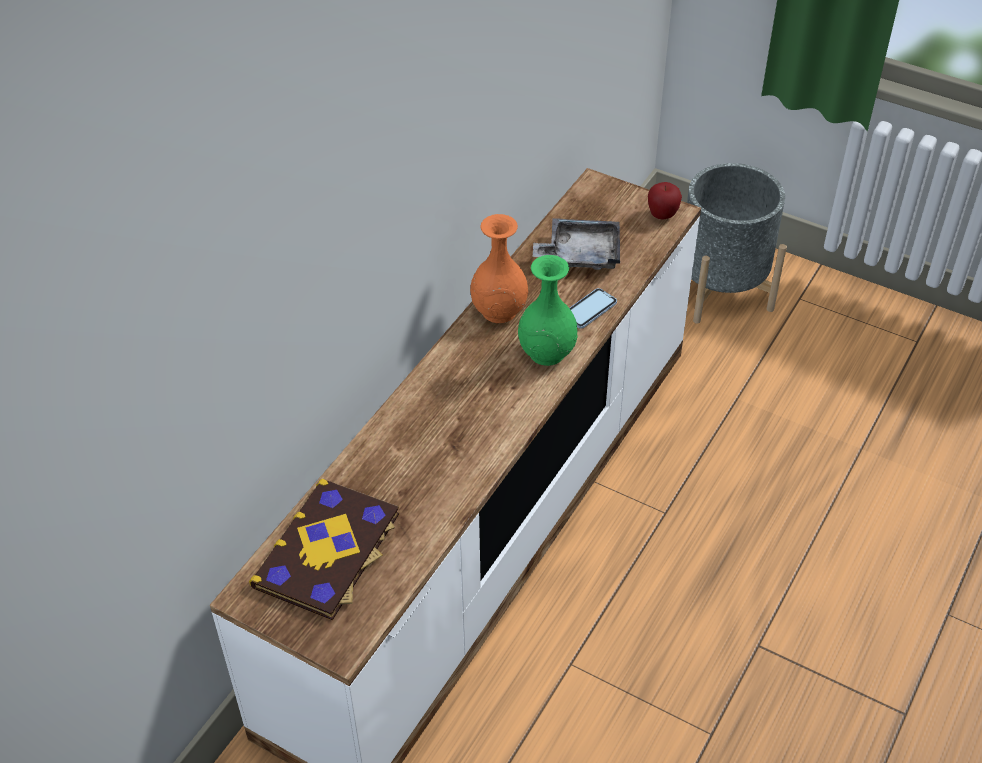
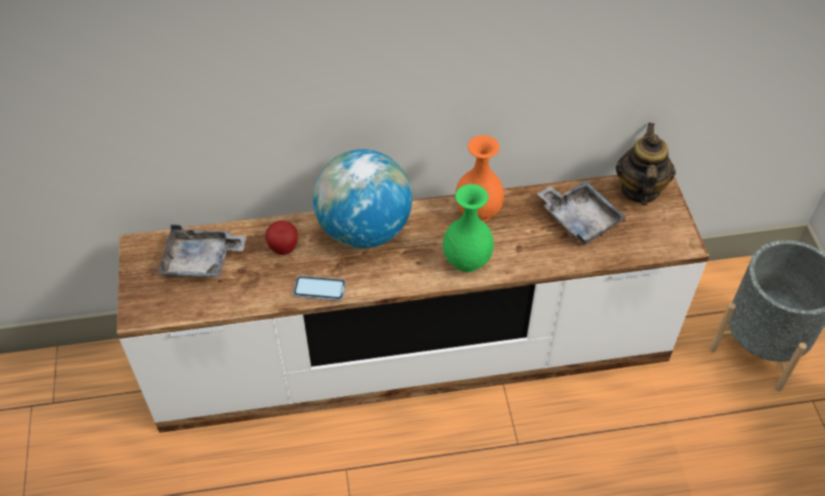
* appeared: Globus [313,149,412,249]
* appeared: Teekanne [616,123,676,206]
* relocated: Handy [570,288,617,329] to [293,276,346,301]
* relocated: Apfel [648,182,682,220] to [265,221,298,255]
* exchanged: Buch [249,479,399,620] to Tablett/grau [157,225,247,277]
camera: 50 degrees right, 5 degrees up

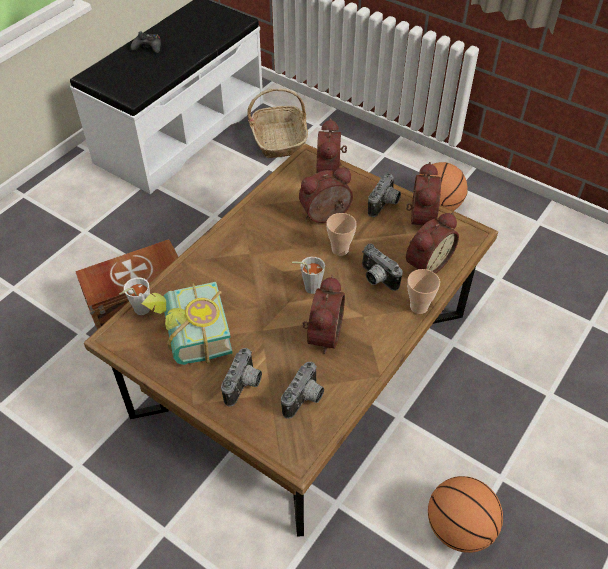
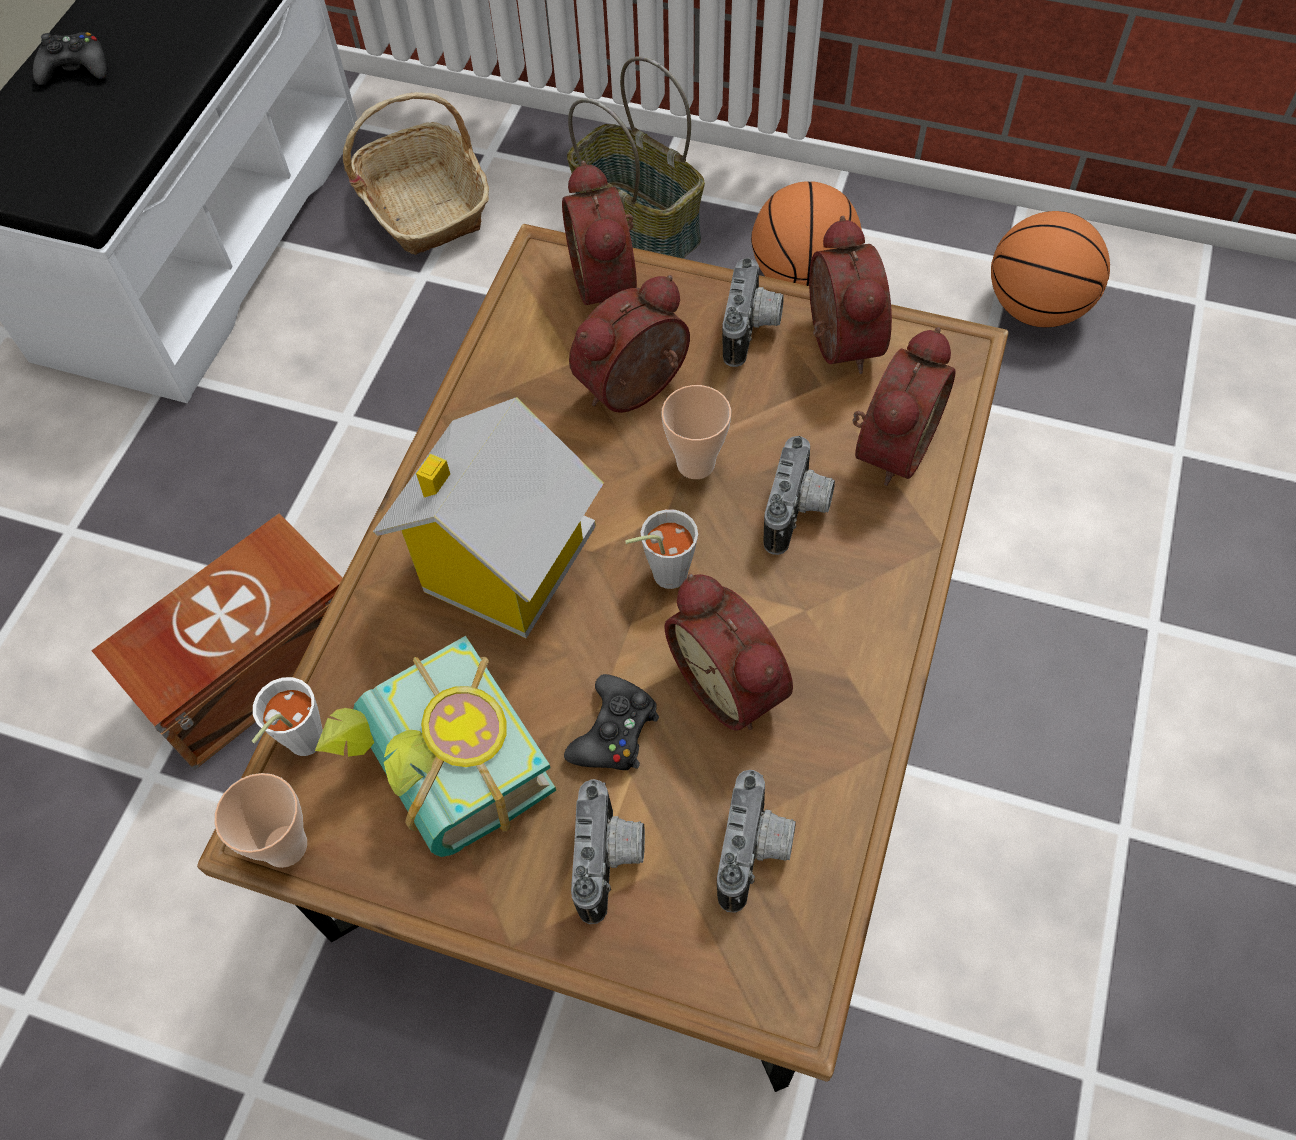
* appeared: Spielzeughaus [373,397,604,638]
* appeared: Gamepad/schwarz [564,674,659,770]
* appeared: Korb [567,57,705,259]
* relocated: Tasse [407,269,440,314] to [214,773,307,868]
* relocated: Basketball [428,476,503,553] to [991,211,1110,327]
* spun: Wecker [302,276,345,354] = [664,574,793,731] 150 degrees clockwise
* spun: Kamera [362,243,403,291] = [763,436,835,555] 105 degrees counterclockwise
camera: 15 degrees left, 10 degrees up

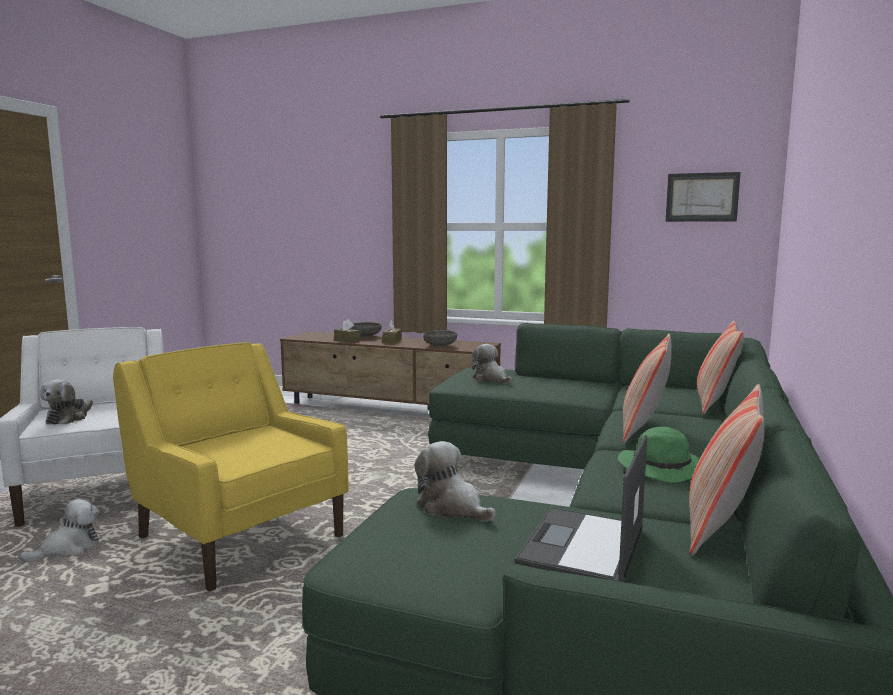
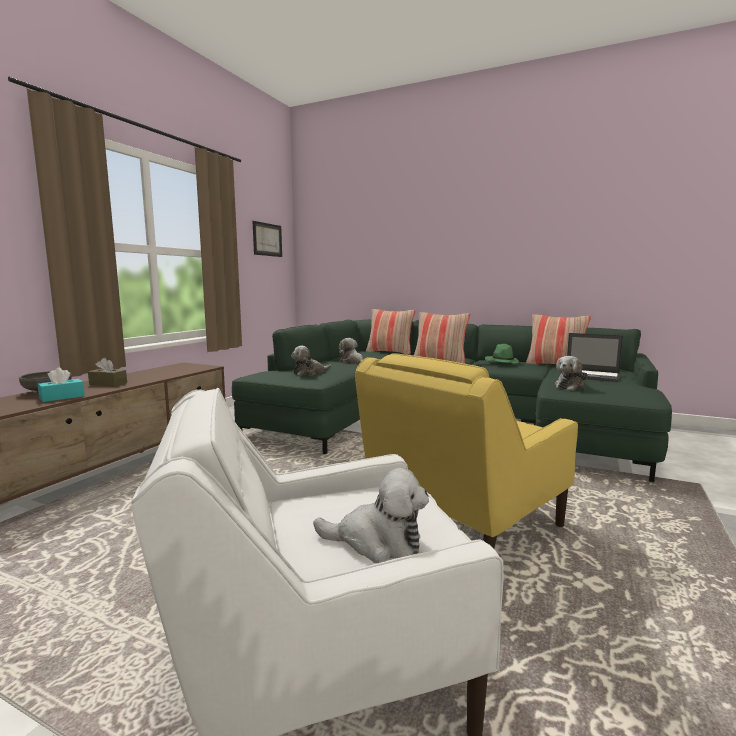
* missing: Schüssel/grau [423,330,457,348]
* relocated: Plüschtier [20,499,99,562] to [339,338,363,364]
* colour: Taschentuchbox/braun [334,319,360,343] to Taschentuchbox/türkis [38,367,85,402]
camera: 85 degrees left, 0 degrees up

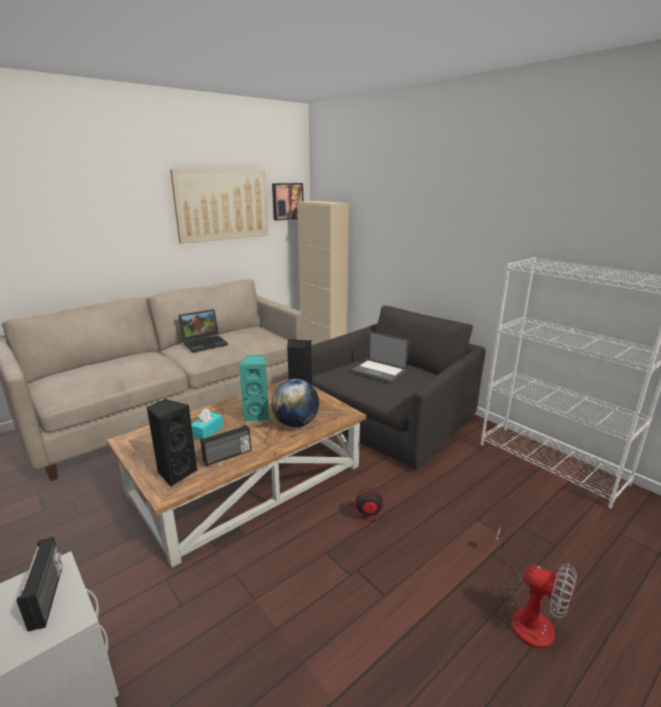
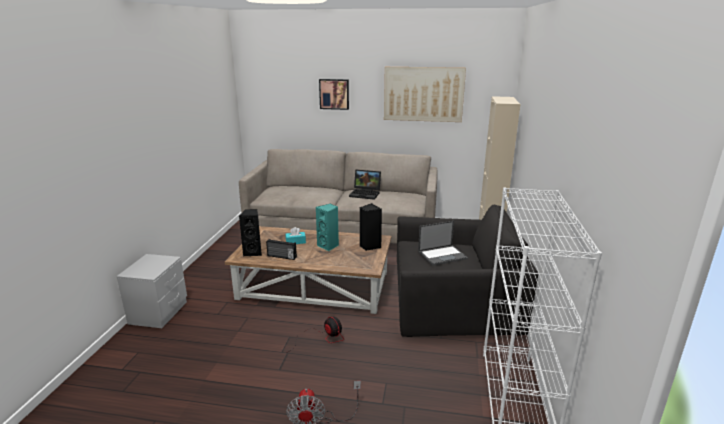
* missing: Radio [17,537,63,631]
* missing: Globus [271,379,319,427]
* relocated: Bild [272,183,303,220] to [319,79,349,110]
* spun: Laptop [351,331,409,383] = [418,221,468,266] 105 degrees counterclockwise
camera: 50 degrees right, 0 degrees up

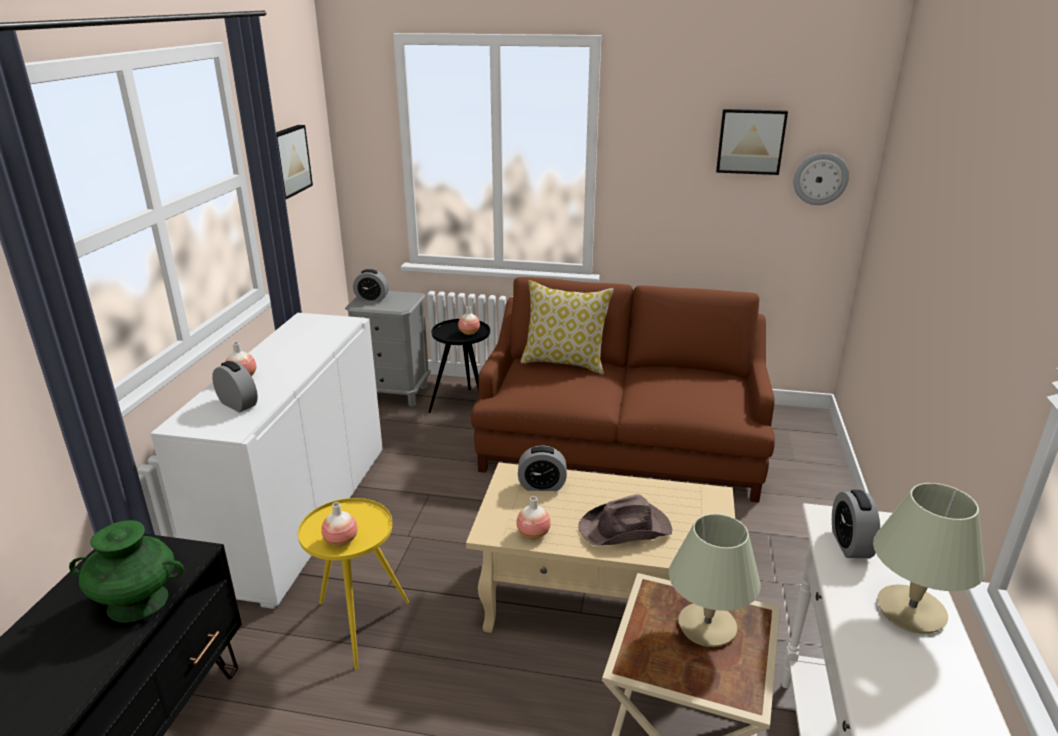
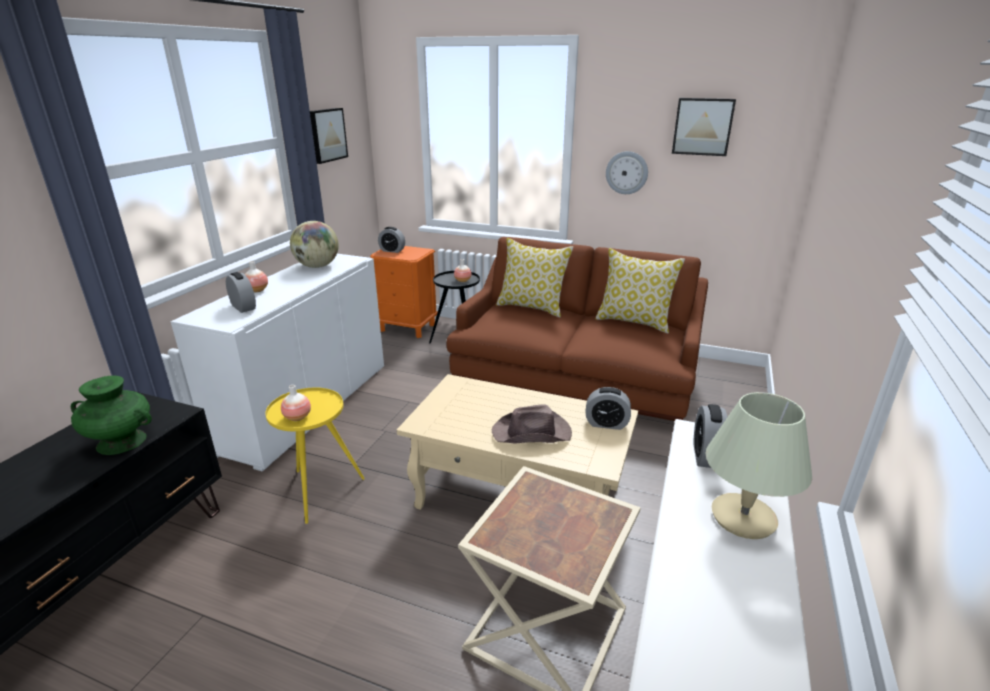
* missing: Vase [517,496,551,539]
* missing: Tischlampe/beige [669,514,760,647]
* appeared: Globus [290,221,339,268]
* appeared: Kissen [596,248,685,334]
* relocated: Wecker [518,445,567,491] to [585,387,631,430]
* relocated: Wanduhr [793,153,849,205] to [606,151,648,194]
* colour: Nachttisch/grau [345,291,431,407] to Nachttisch/orange [370,246,437,338]
camera: 10 degrees right, 0 degrees up

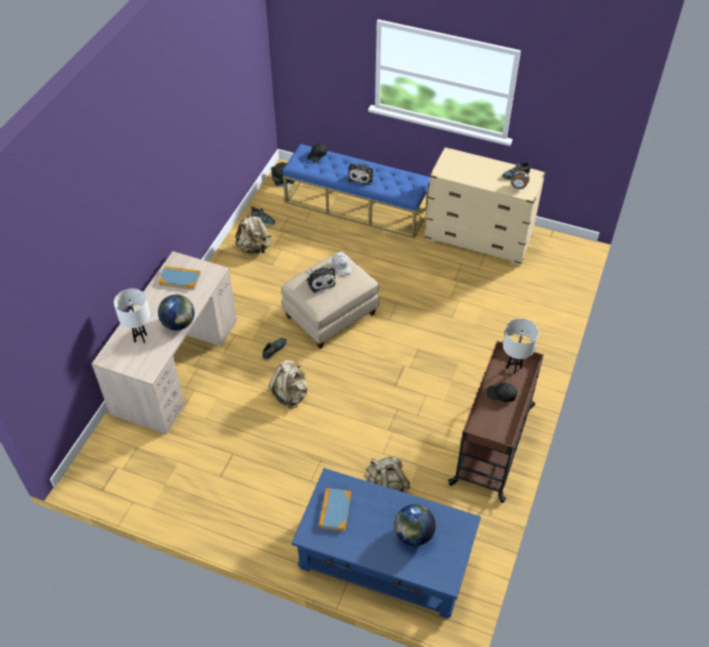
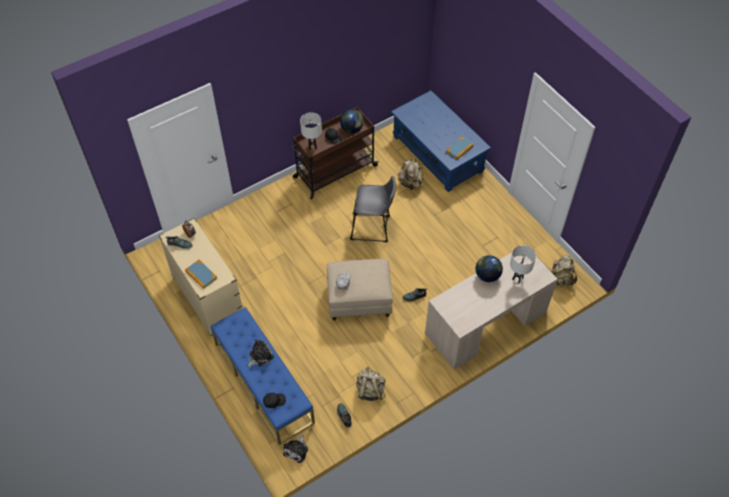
* missing: Plüschtier [306,267,336,293]
* appeared: Hocker/grau [350,176,396,242]
* relocated: Buch [159,266,201,290] to [185,260,218,289]
* relocated: Rucksack/beige [269,360,308,409] to [551,255,577,287]
* relocated: Globus [394,504,436,546] to [340,109,364,133]
camera: 145 degrees left, 5 degrees up

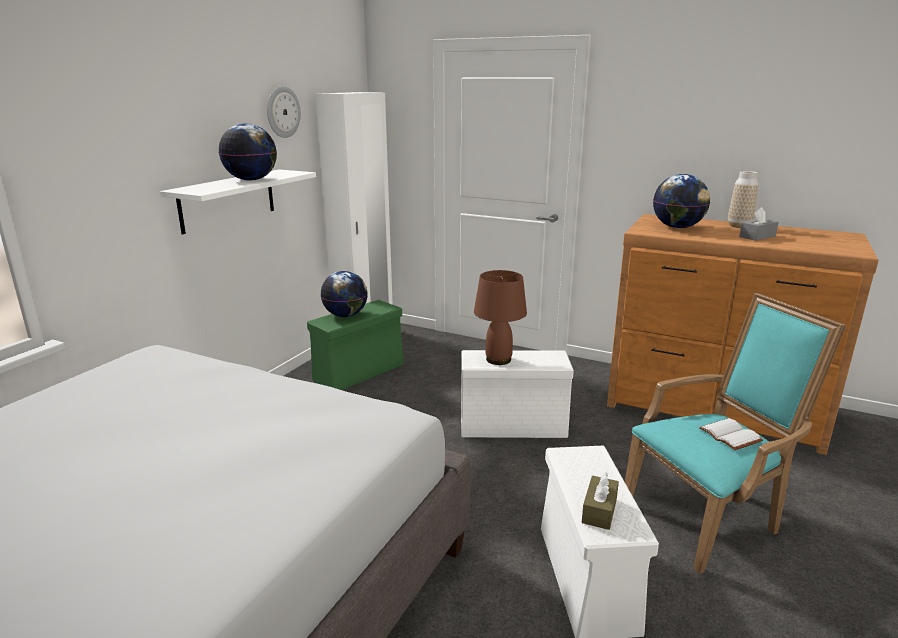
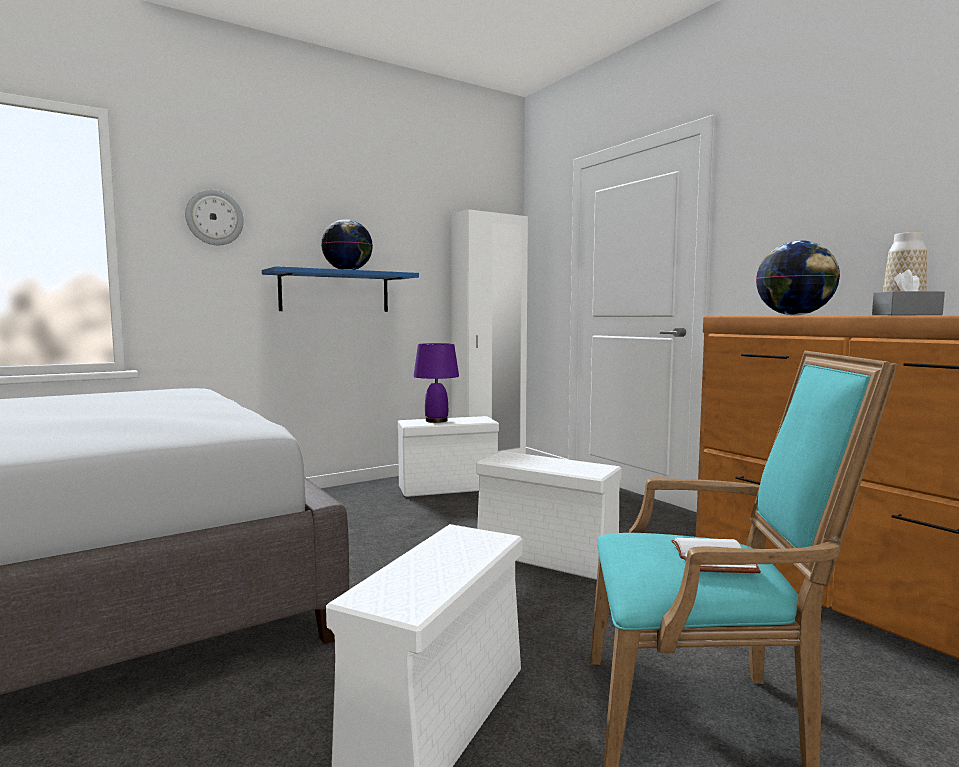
* missing: Tischlampe/braun [474,270,527,365]
* missing: Taschentuchbox/braun [581,472,619,530]
* relocated: Wanduhr [267,86,301,138] to [185,189,244,245]
* exchanged: Globus [321,271,368,317] to Tischlampe/lila [413,343,459,423]
* colour: Wandregal/weiß [160,169,316,234] to Wandregal/blau [262,266,419,312]
* colour: Aufbewahrungsbox/grün [307,300,404,390] to Aufbewahrungsbox/weiß [398,416,499,497]
camera: 30 degrees right, 15 degrees down

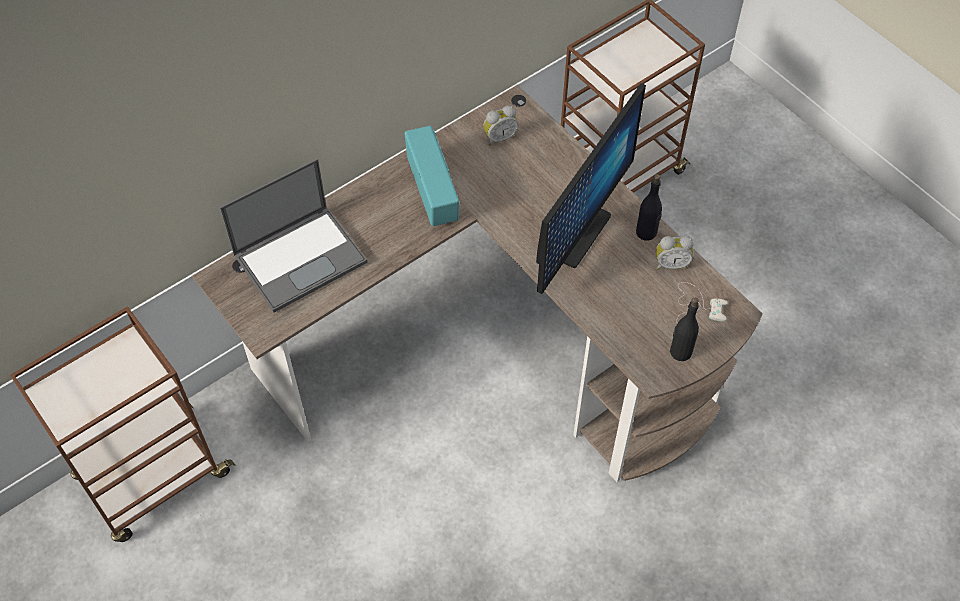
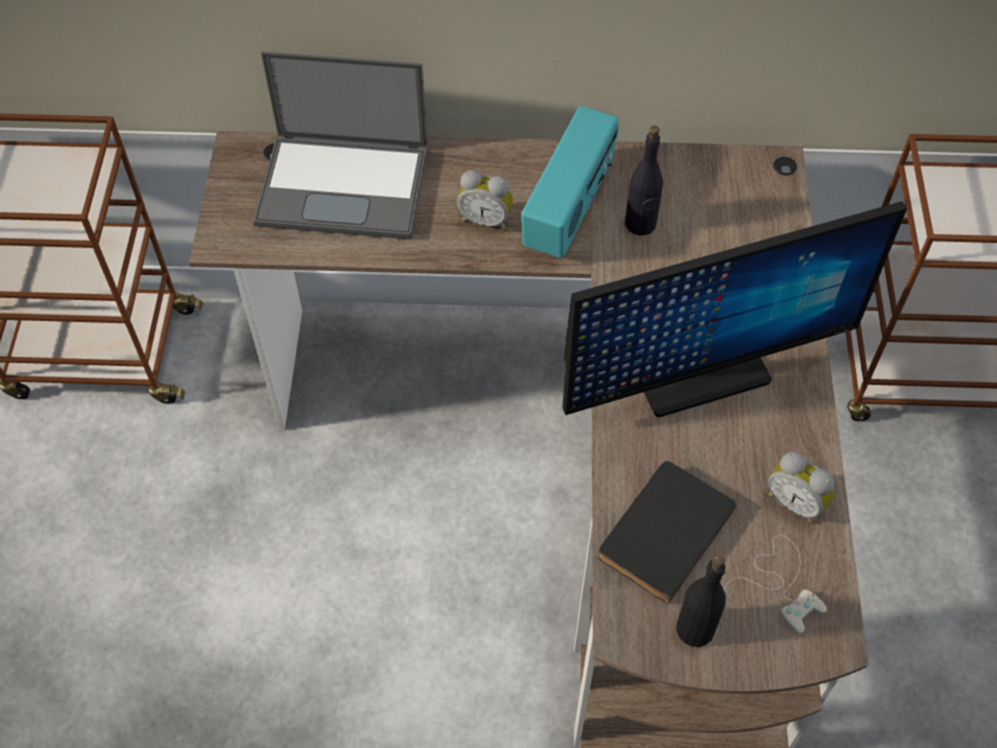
* appeared: Buch/schwarz [598,461,737,604]
* relocated: Wecker [483,105,518,146] to [457,170,513,231]
* relocated: Flasche/schwarz [636,174,662,241] to [625,126,663,235]
camera: 40 degrees right, 0 degrees up

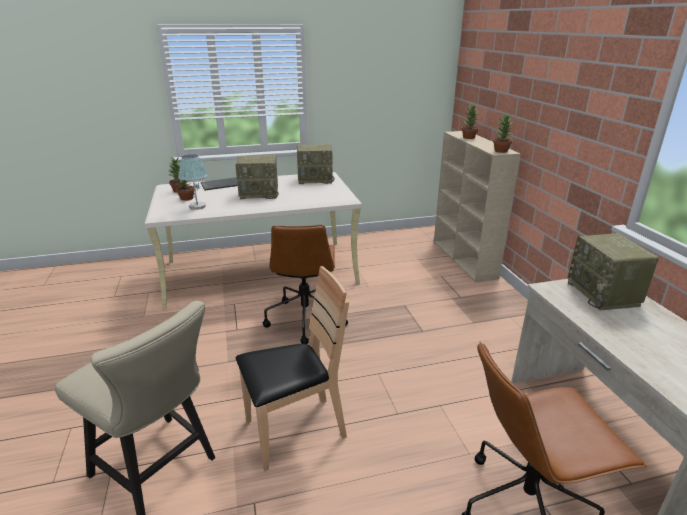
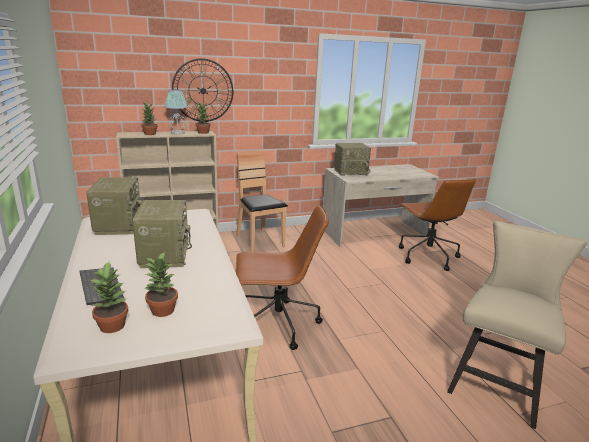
* appeared: Wanduhr [172,58,233,122]
* relocated: Tischlampe [178,154,208,210] to [164,90,188,135]
* relocated: Stuhl/braun [236,266,349,471] to [236,150,288,252]
camera: 95 degrees left, 5 degrees down

